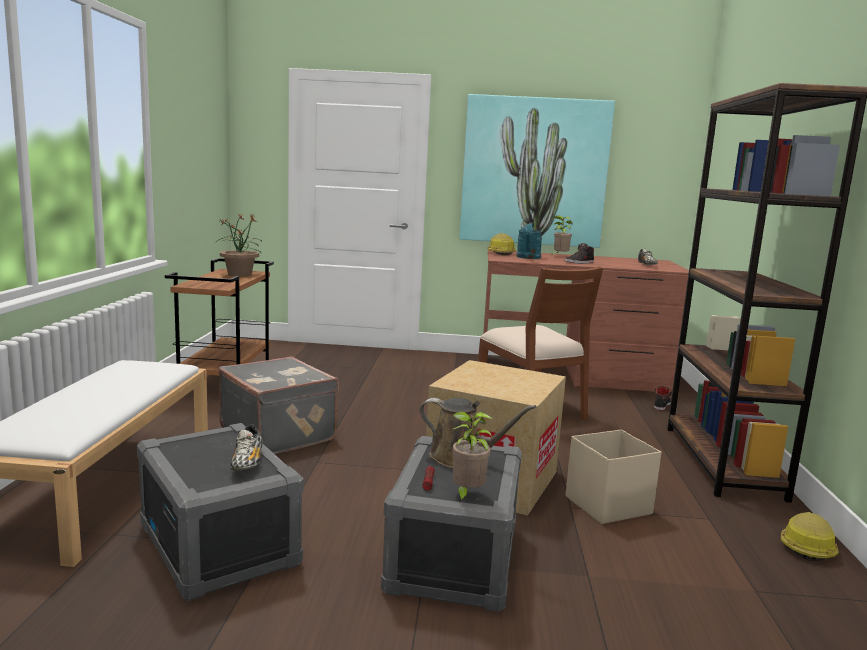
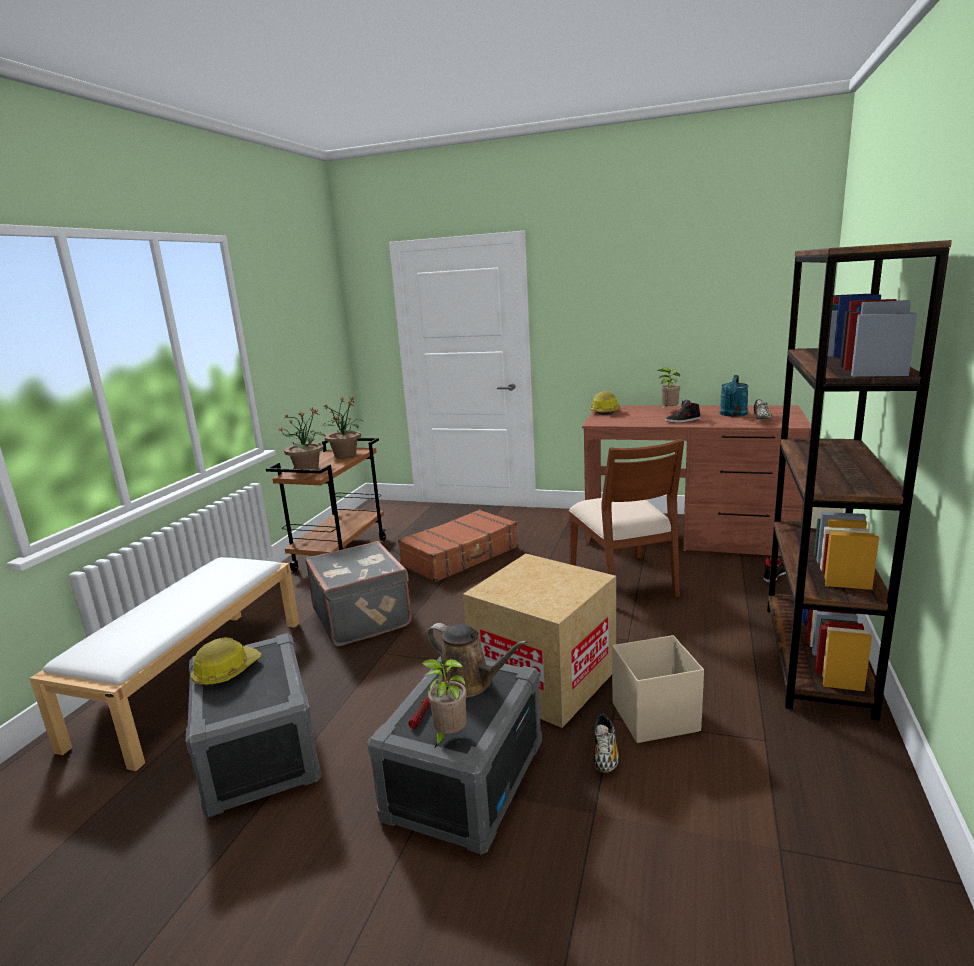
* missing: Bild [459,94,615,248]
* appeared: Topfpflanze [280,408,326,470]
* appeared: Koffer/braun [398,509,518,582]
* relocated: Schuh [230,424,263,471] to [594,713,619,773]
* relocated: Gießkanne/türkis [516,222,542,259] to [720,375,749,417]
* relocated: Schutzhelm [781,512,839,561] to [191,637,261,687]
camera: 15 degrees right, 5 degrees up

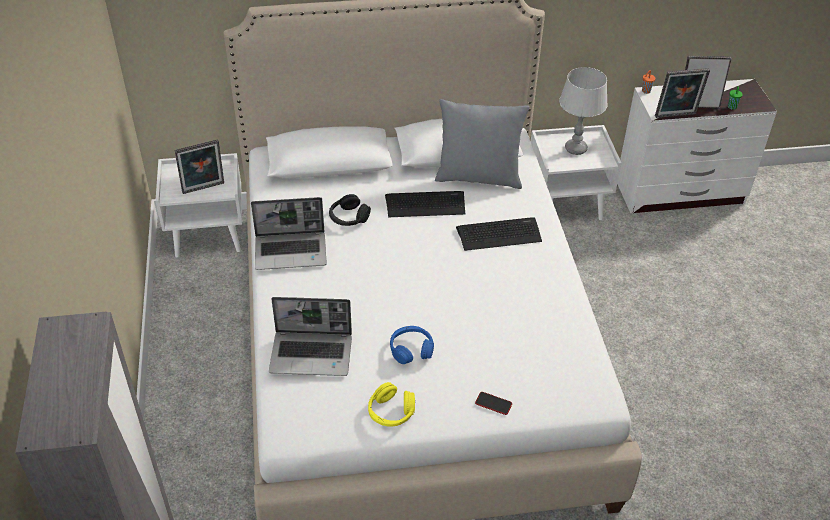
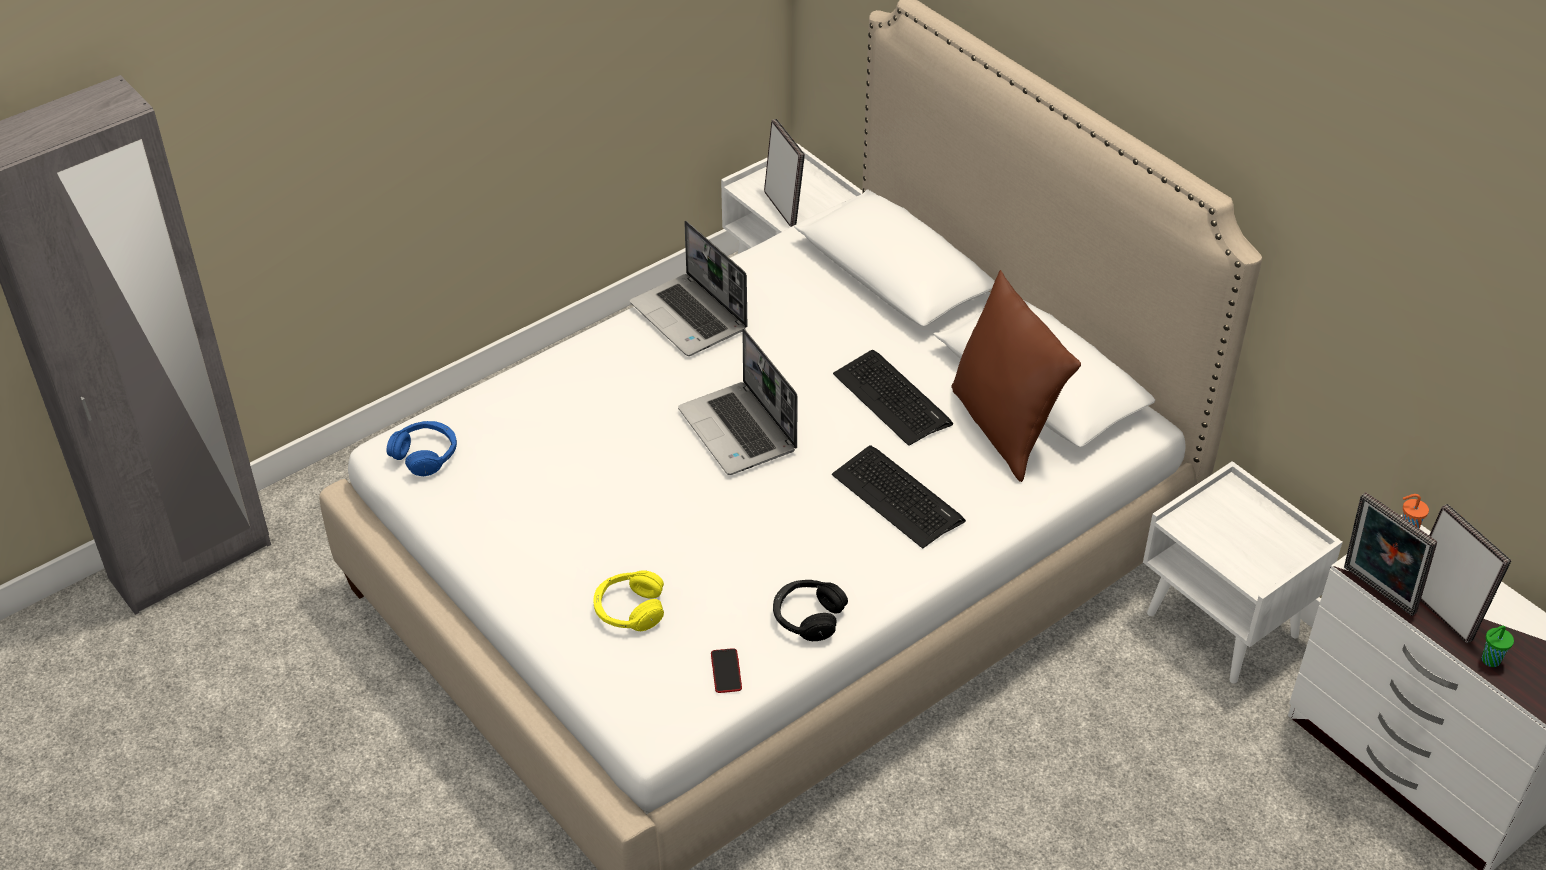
* missing: Tischlampe/grau [559,67,608,155]
* relocated: Laptop [269,297,352,376] to [678,328,798,475]
* relocated: Kopfhörer/schwarz [329,194,371,226] to [773,580,848,641]
* relocated: Kopfhörer/gelb [368,382,415,427] to [593,570,664,631]
* relocated: Kopfhörer/blau [390,326,434,364] to [386,421,457,476]
* relocated: Handy [475,392,512,415] to [711,648,742,693]
* colour: Kissen/grau [435,99,530,189] to Kissen/braun [951,270,1081,482]
* spun: Bilderrahmen [174,140,224,194] = [764,119,805,227] 150 degrees counterclockwise
camera: 60 degrees right, 0 degrees up

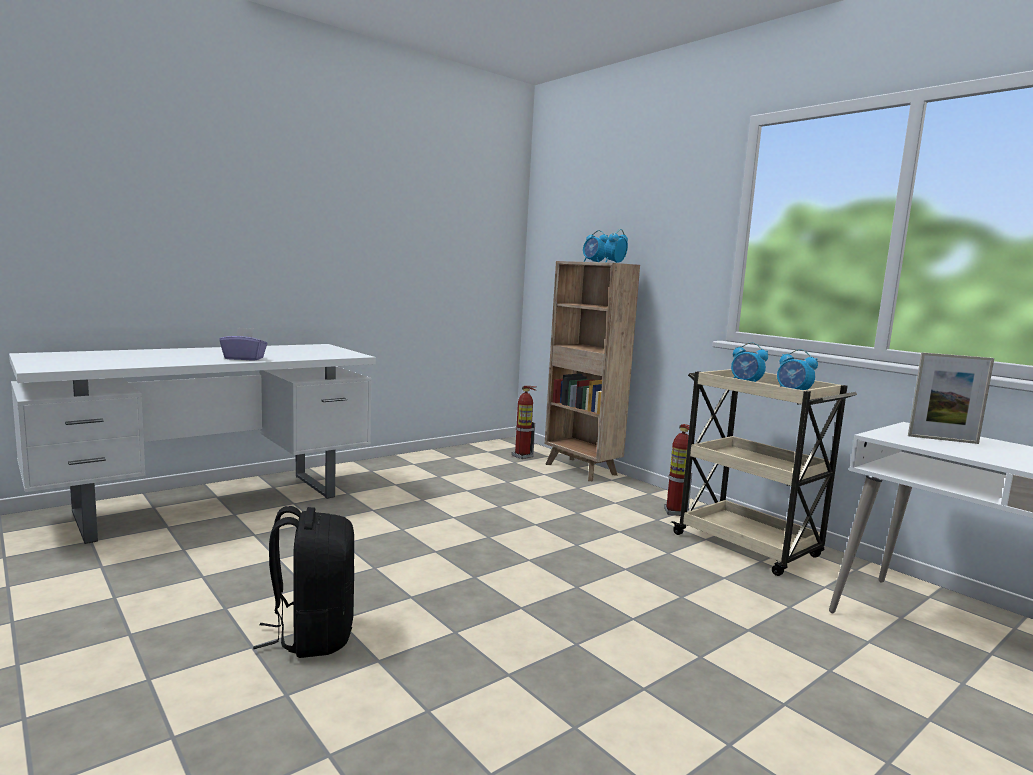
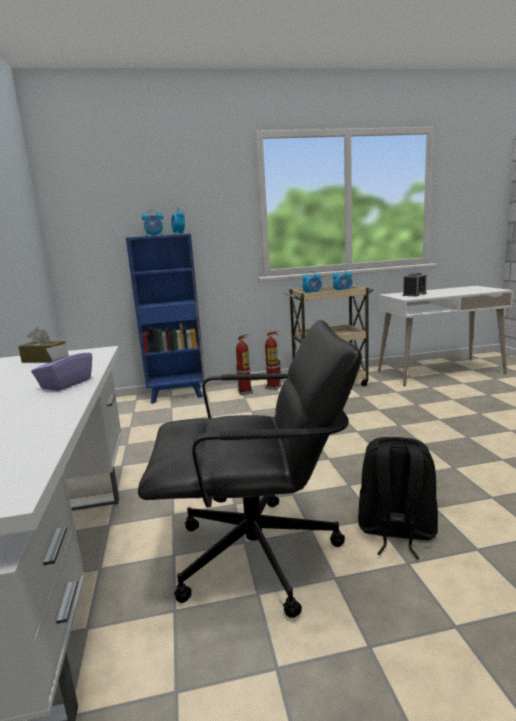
* appeared: Taschentuchbox/braun [18,327,66,363]
* appeared: Bürostuhl/schwarz [138,320,362,618]
* relocated: Feuerlöscher [512,386,536,459] to [236,335,253,395]
* exchanged: Bilderrahmen [908,352,994,444] to Wecker [403,273,427,296]
* colour: Bücherregal/braun [545,261,640,481] to Bücherregal/blau [126,234,205,404]
camera: 60 degrees left, 5 degrees up

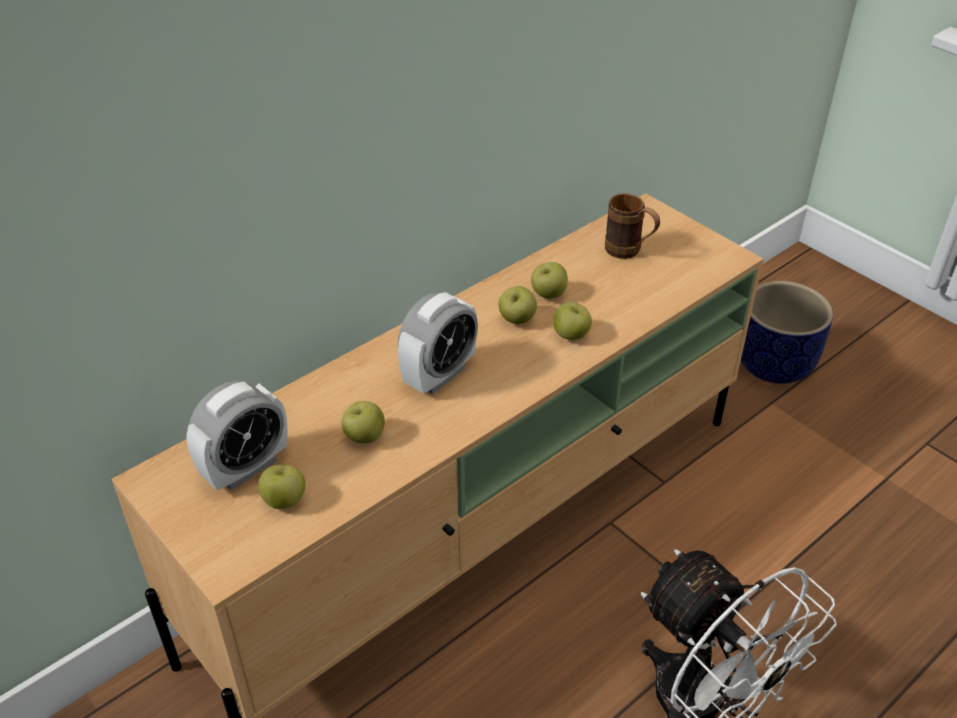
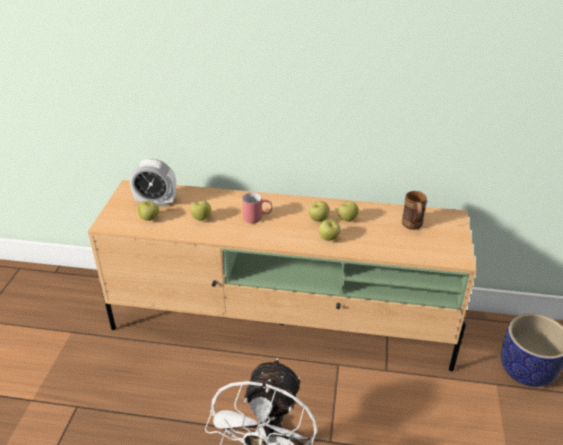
* exchanged: Wecker [398,292,478,395] to Henkelbecher/rot [242,192,272,223]
camera: 50 degrees right, 5 degrees down

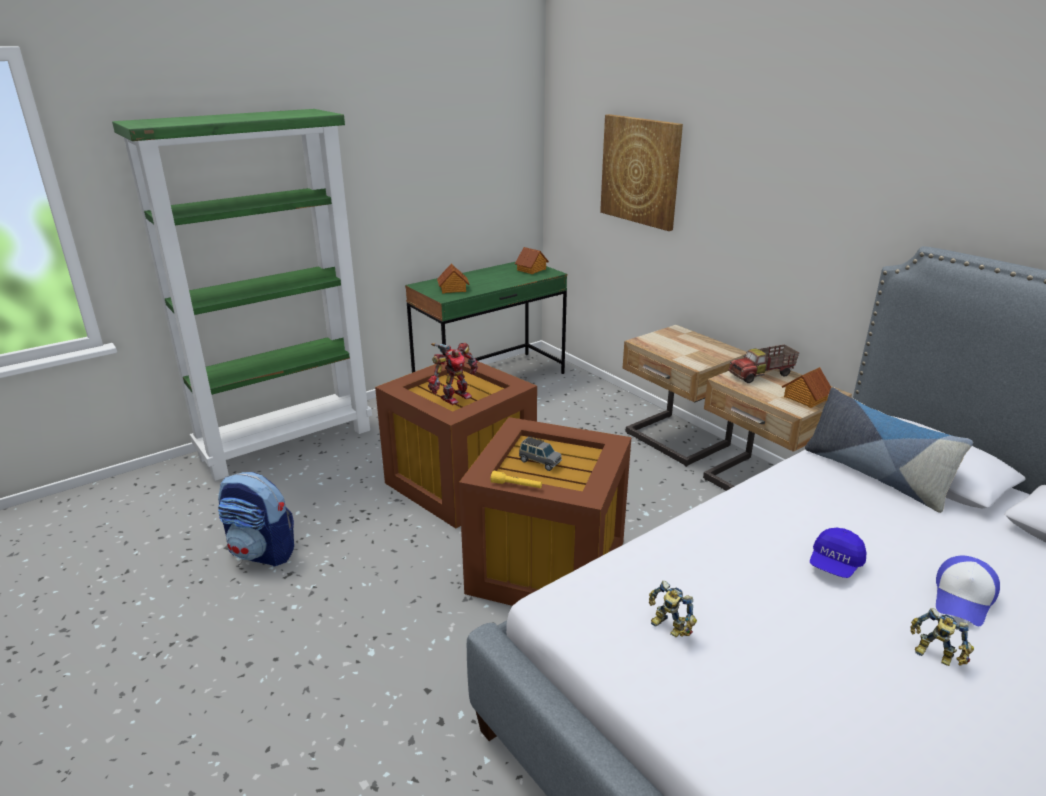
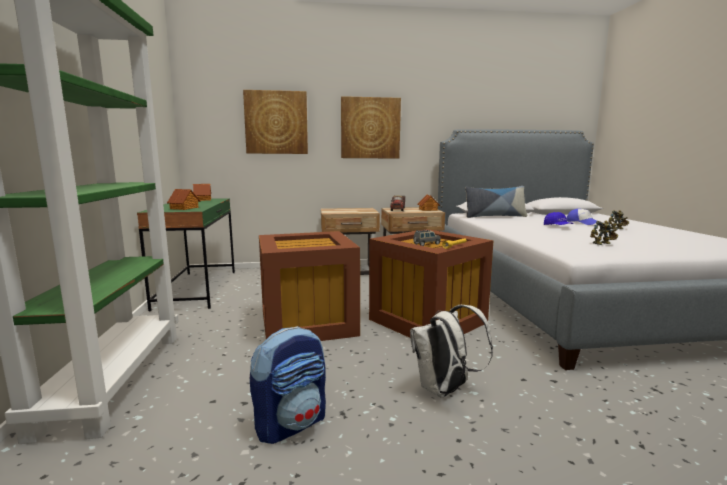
* missing: Spielzeugroboter [428,343,478,405]
* appeared: Bild [341,96,401,159]
* appeared: Rucksack/weiß [410,305,493,398]
camera: 60 degrees left, 15 degrees down

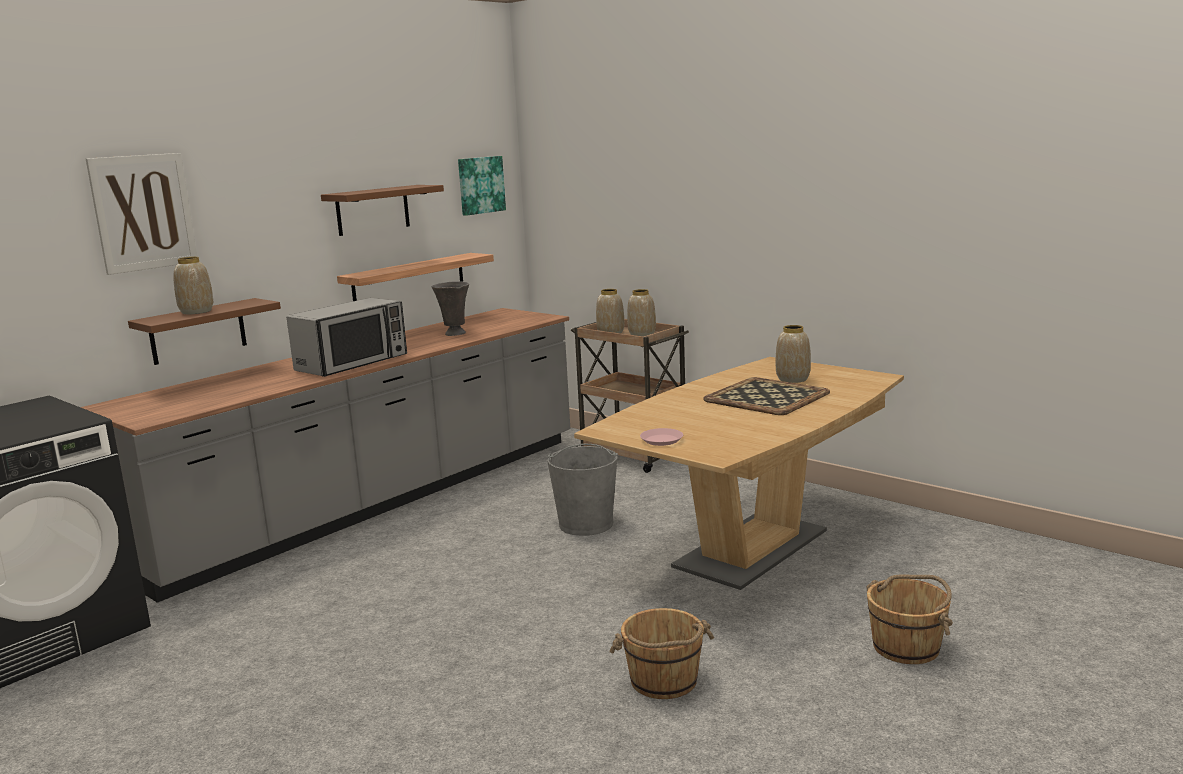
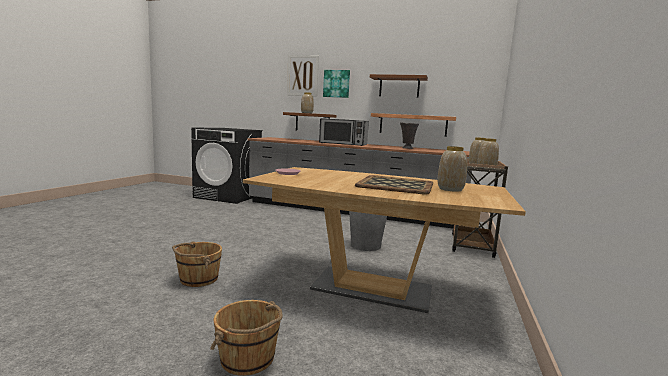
* relocated: Bild [458,156,506,216] to [323,70,350,98]
camera: 65 degrees right, 5 degrees down

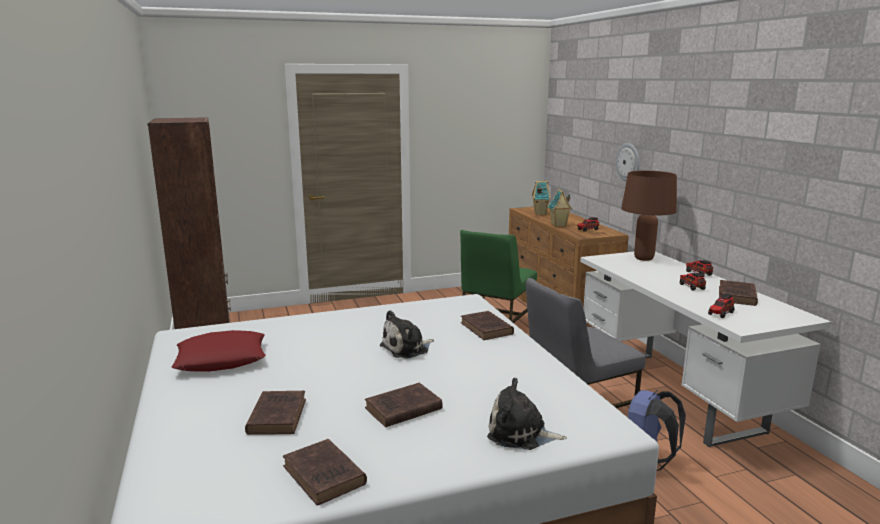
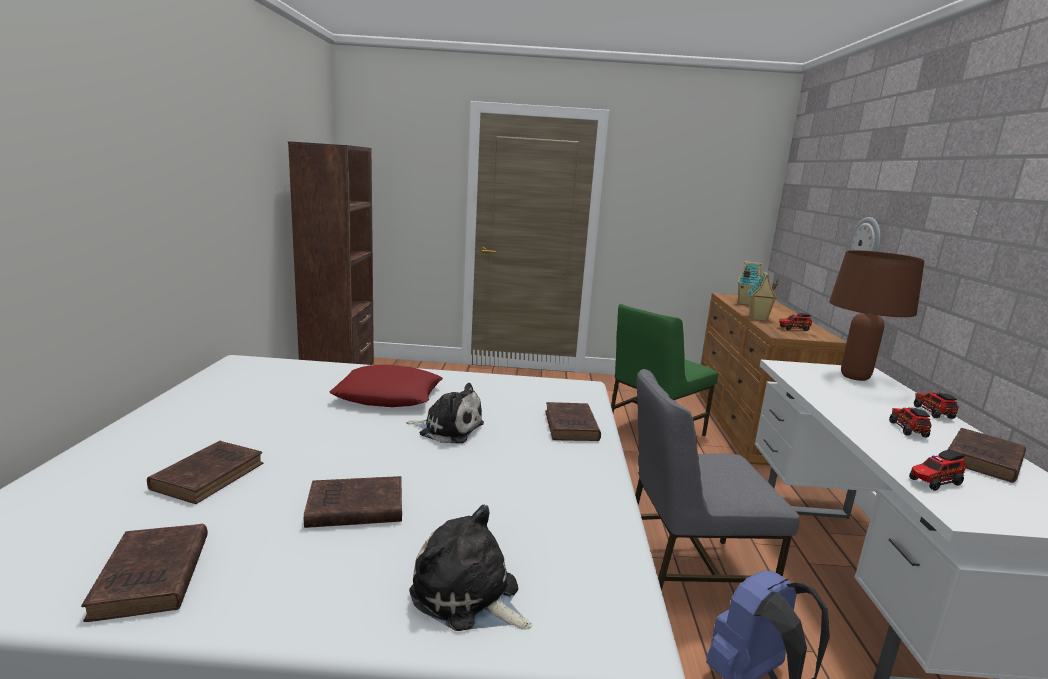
* relocated: Kissen/rot [172,330,266,372] to [329,365,443,407]
* spun: Plüschtier [380,310,434,359] = [406,383,484,443] 150 degrees counterclockwise
camera: 20 degrees right, 0 degrees up

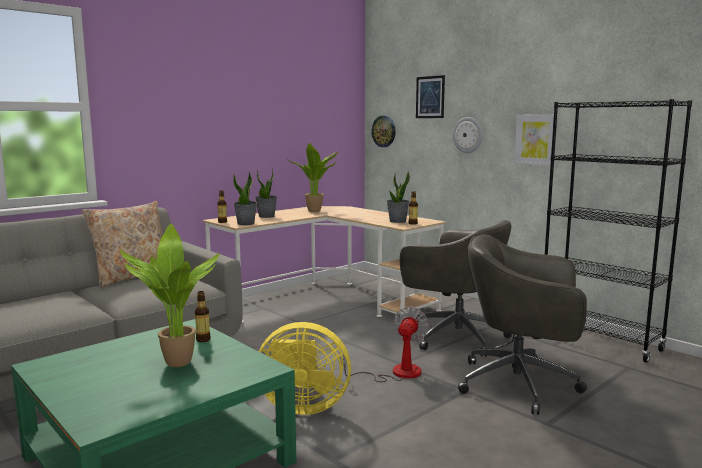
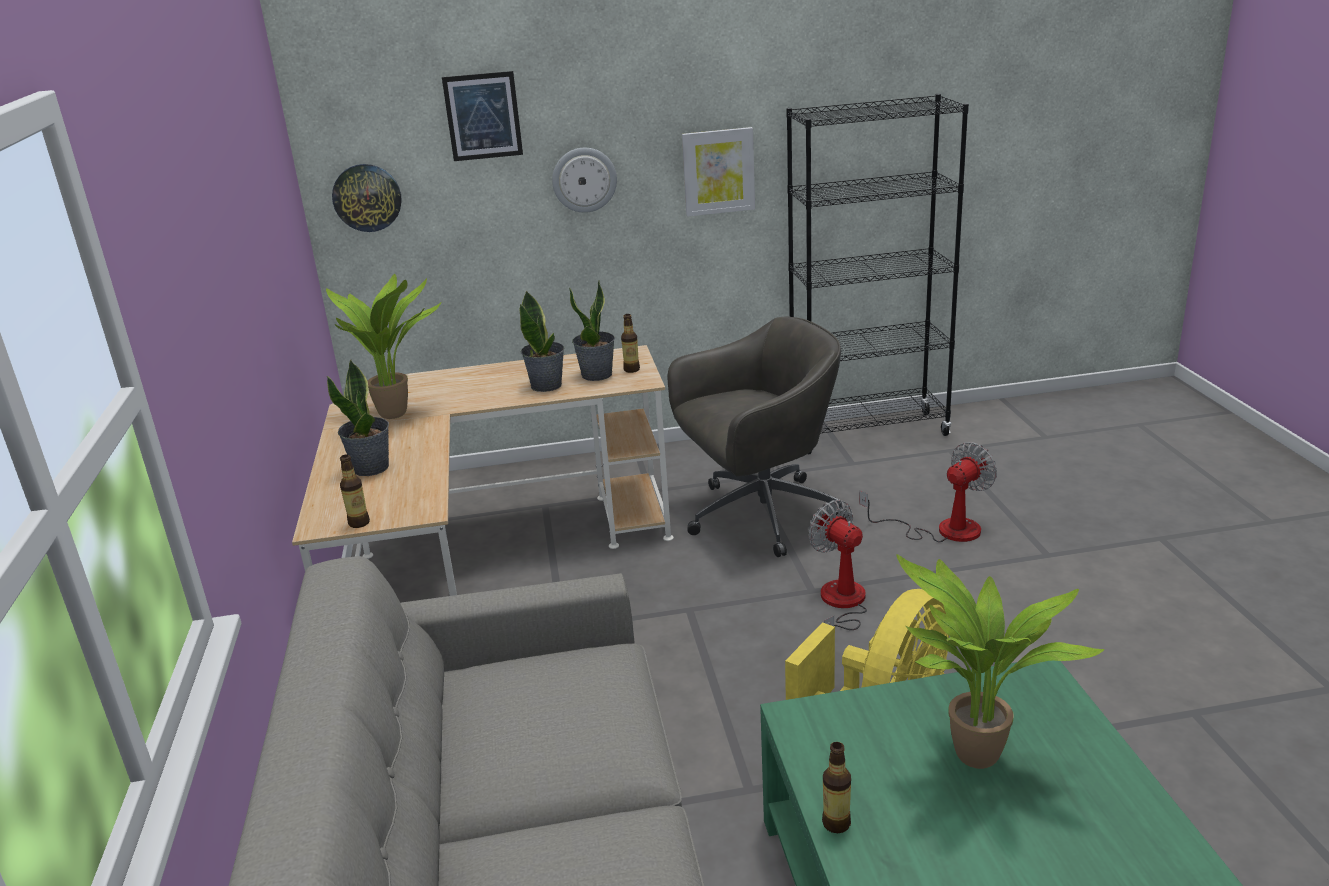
* missing: Kissen/beige [82,201,163,288]
* relocated: Flasche [195,291,211,342] to [822,742,851,833]
* relocated: Topfpflanze [233,171,257,225] to [519,290,564,392]
* exchanged: Bürostuhl/grau [458,235,587,415] to Ventilator [859,442,997,542]
camera: 55 degrees left, 15 degrees up

